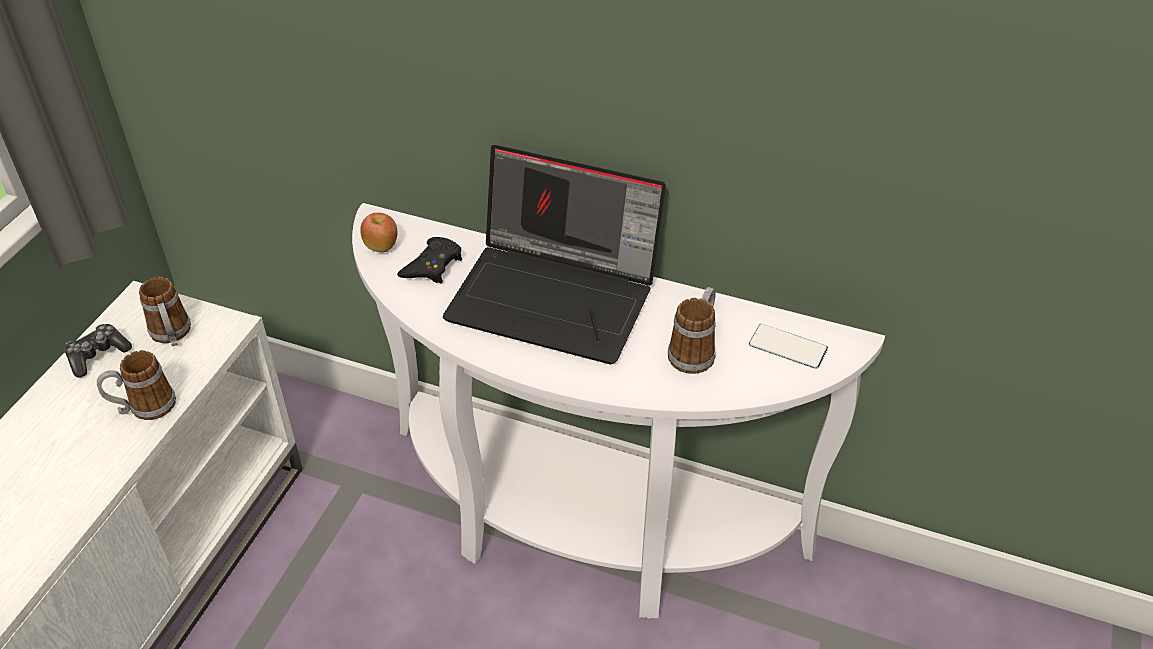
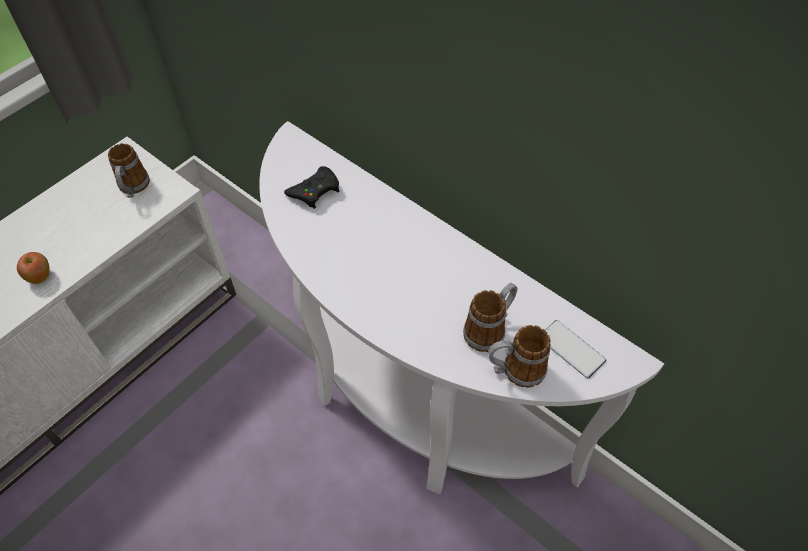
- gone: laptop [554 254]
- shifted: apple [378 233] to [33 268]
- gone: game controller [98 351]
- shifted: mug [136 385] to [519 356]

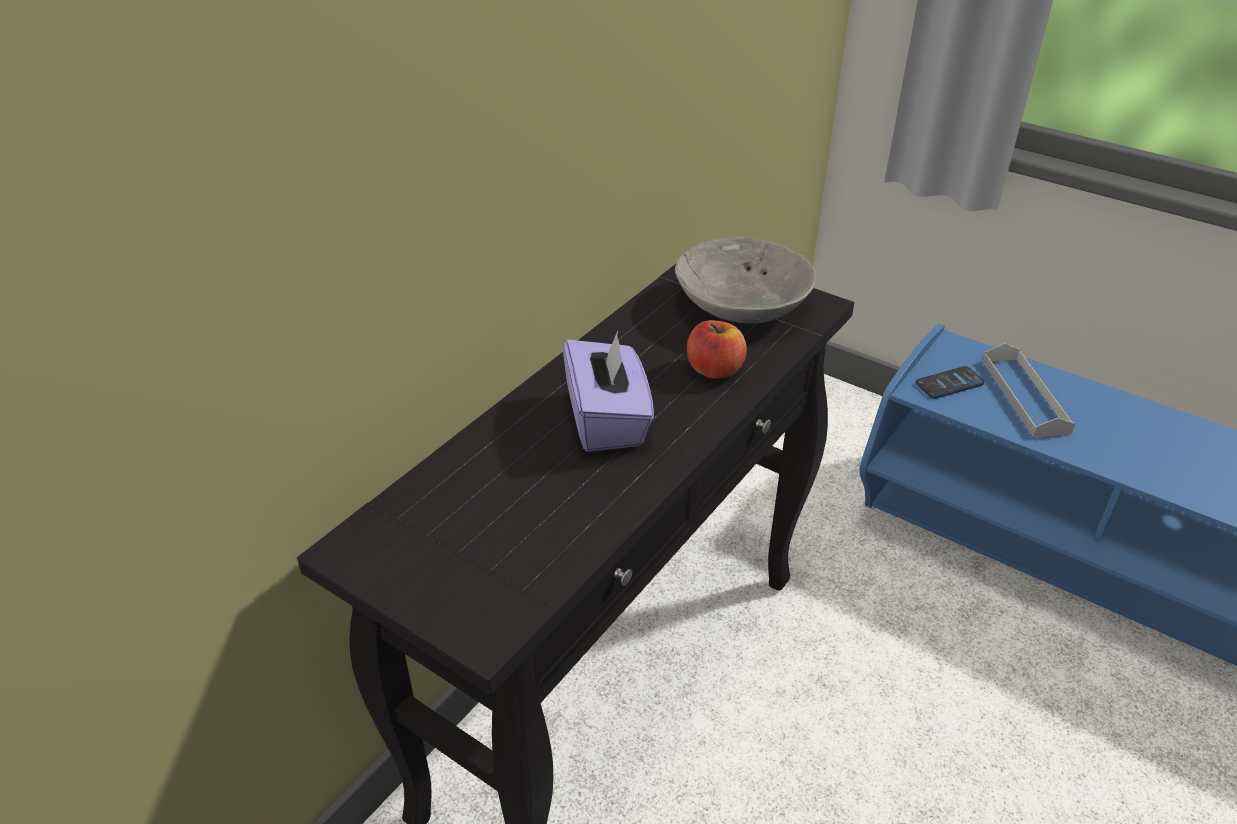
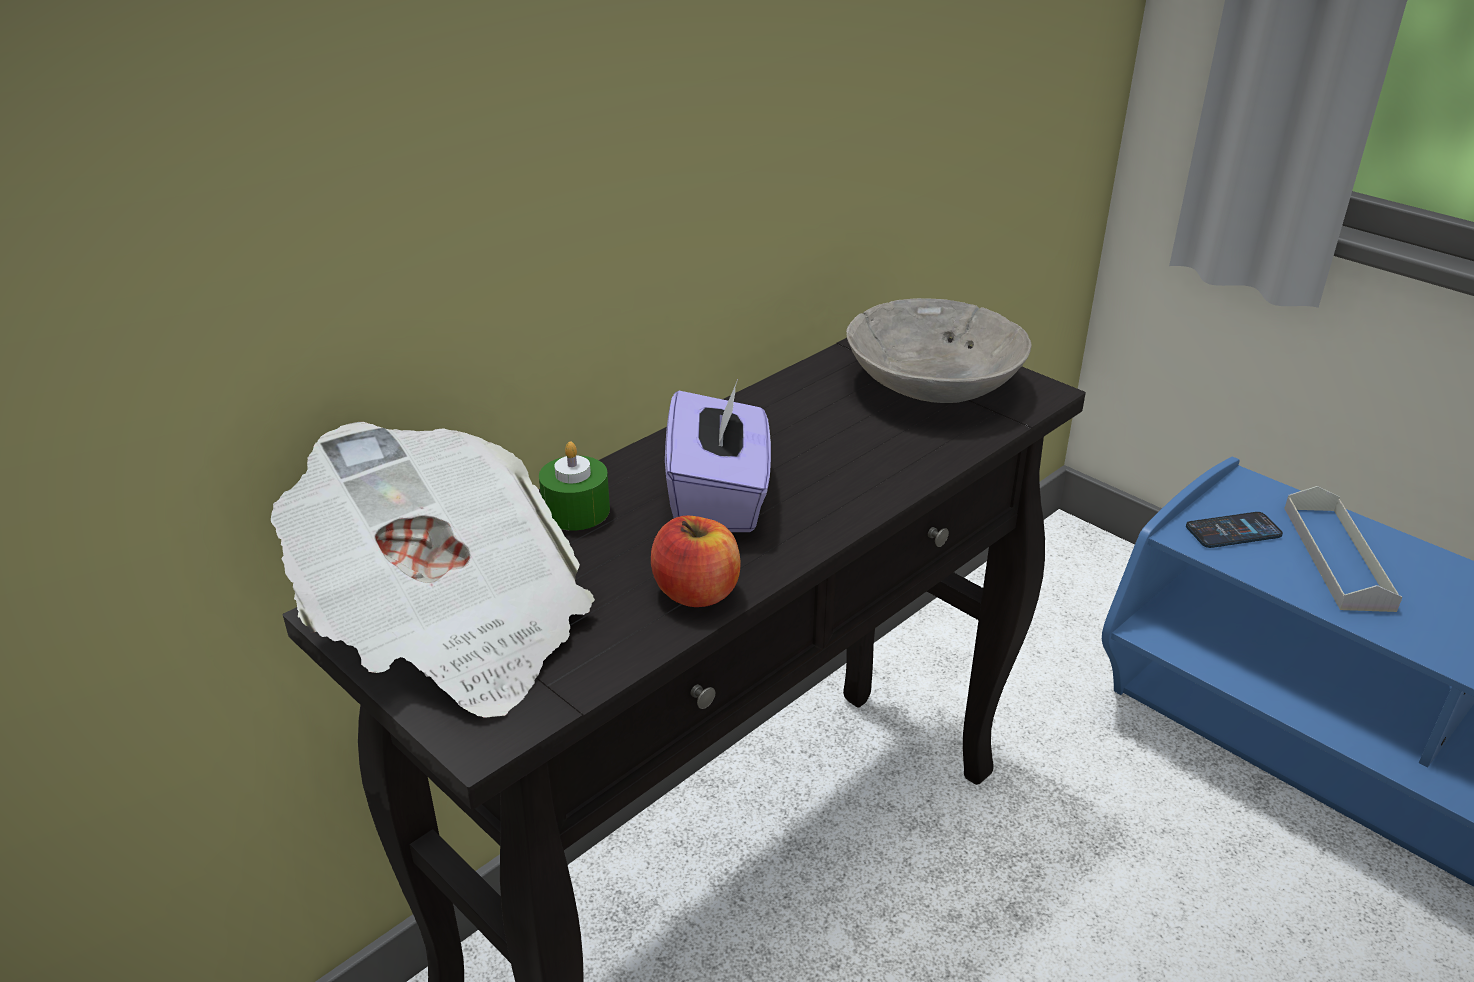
- shifted: apple [717 349] to [695 561]
- new: newspaper [433 570]
- new: candle (green) [574 486]

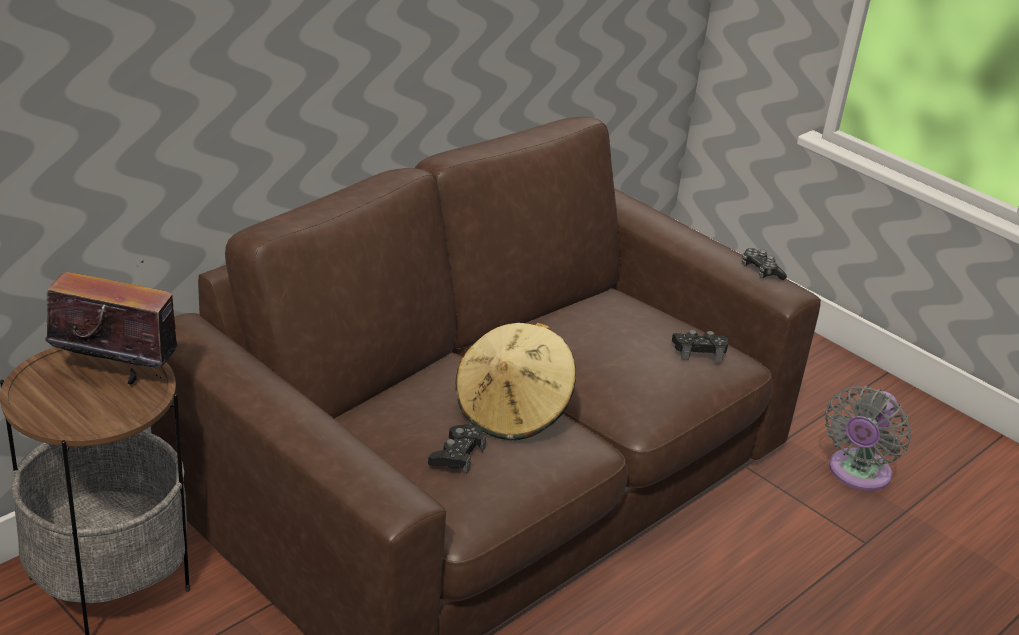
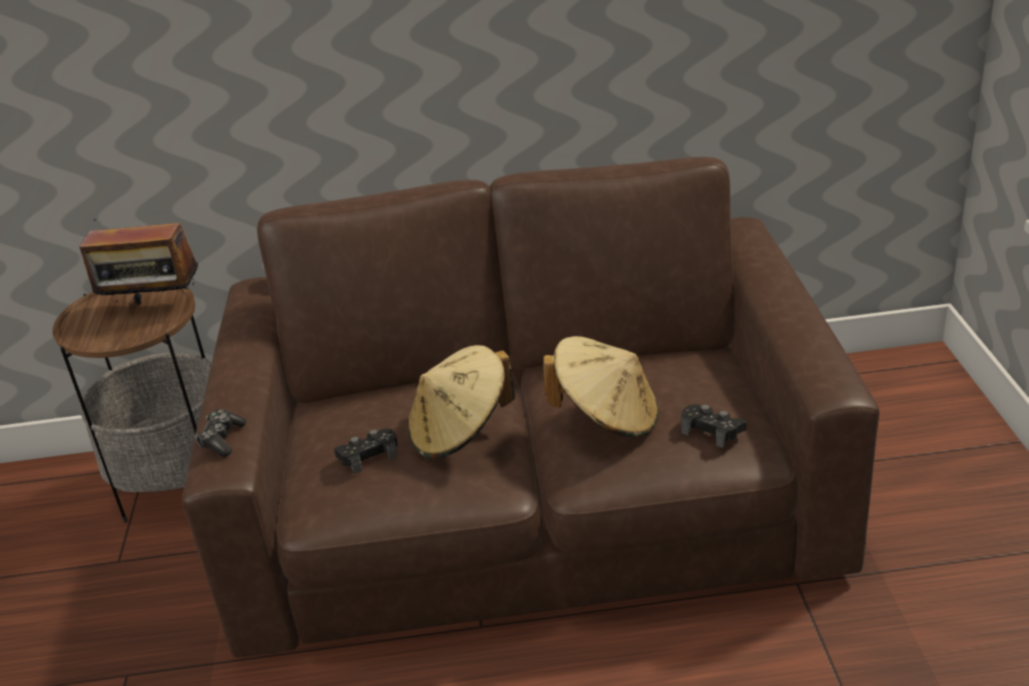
- shifted: game controller [764 264] to [221 433]
- rotated: radio [111 323] = [138 257] 135 degrees clockwise
- gone: fan (grey) [868 438]
- new: hat (beige) [601 386]

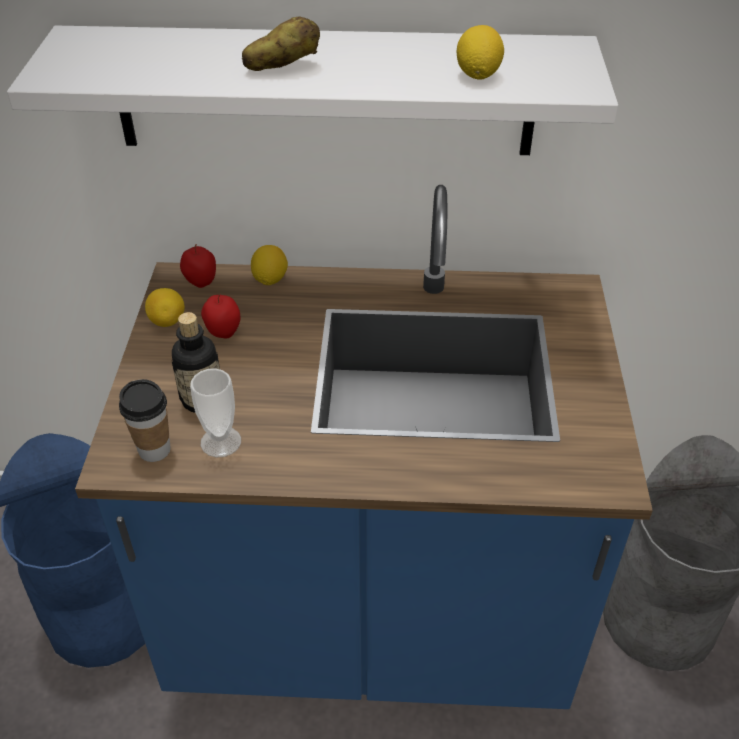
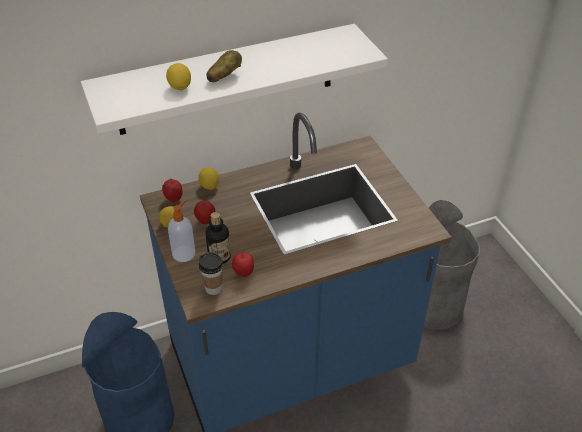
- shifted: lemon [480 52] to [178 76]
- swapped: cup [215 412] to apple [243 264]
- new: soap dispenser [181 230]

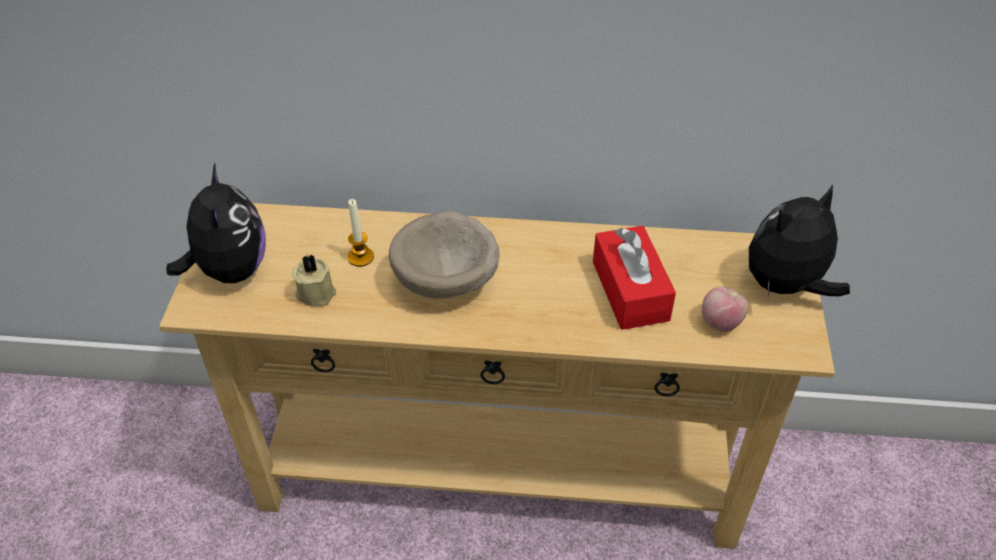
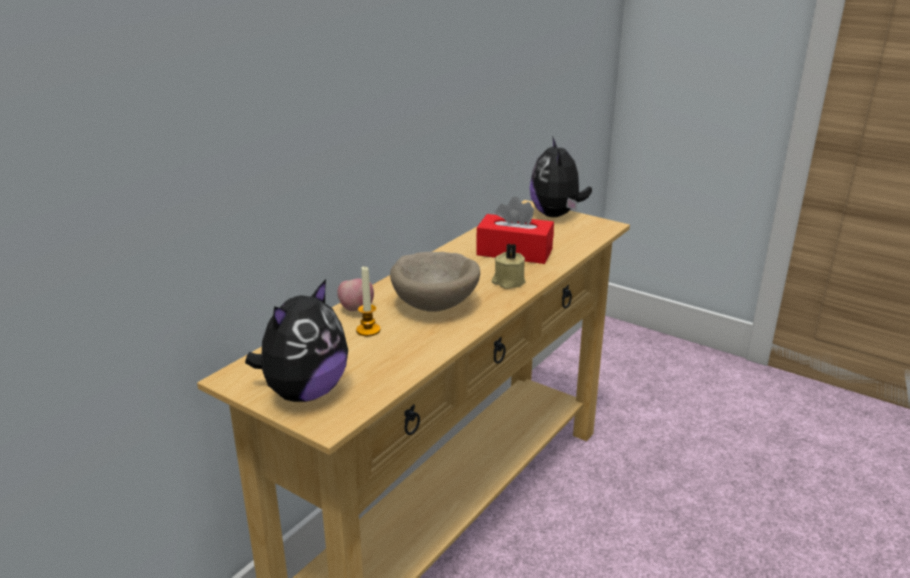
- rotated: plush toy [216 223] = [296 340] 105 degrees clockwise
- shifted: candle (beige) [314 280] to [508 266]
- shifted: apple [725 309] to [355 295]

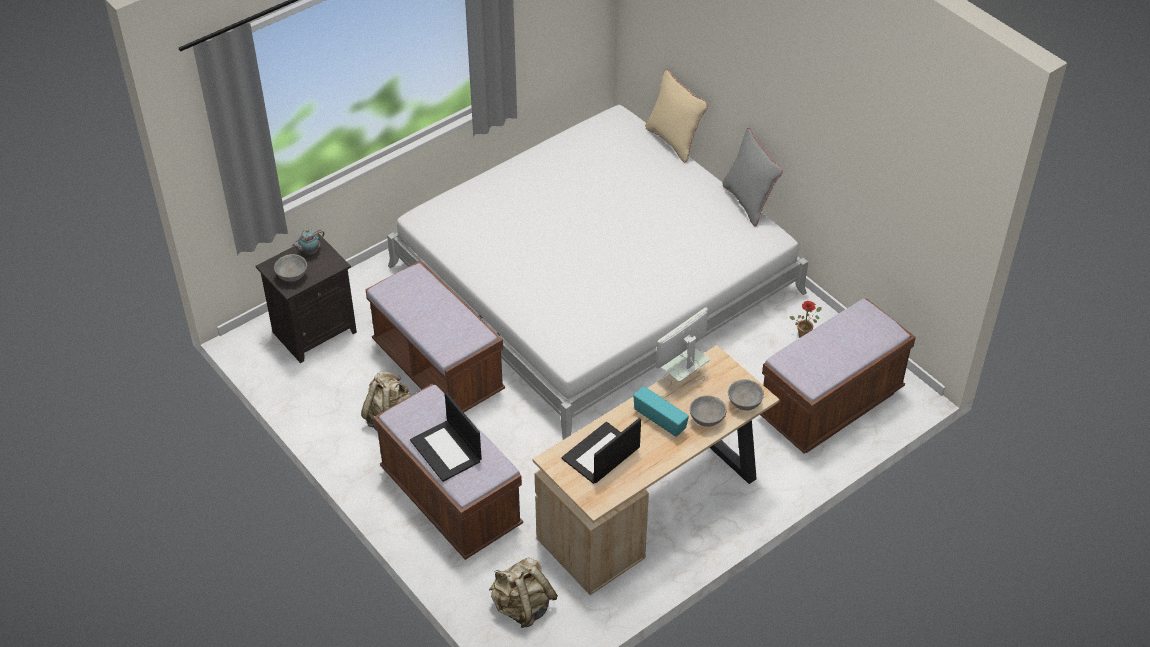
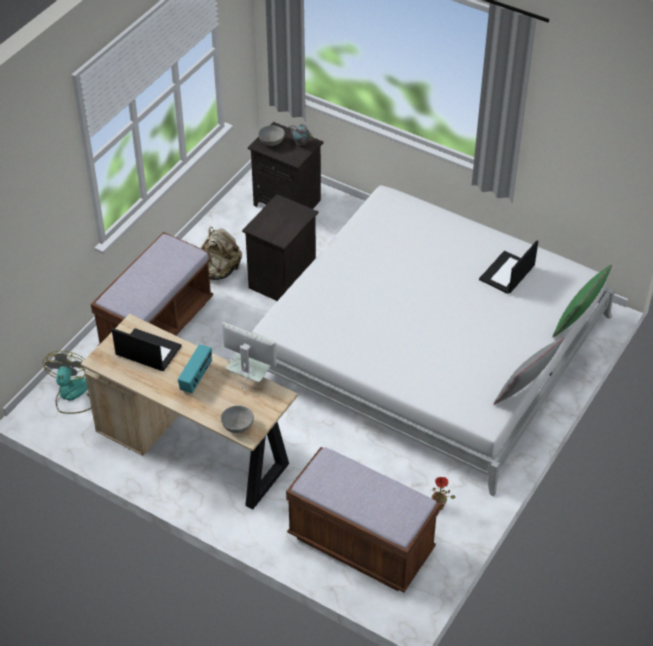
- repainted: pillow (beige) [676 116] to pillow (green) [582 301]
- swapped: bench (brown) [435 336] to nightstand (black) [280 247]
- shifted: laptop [446 437] to [508 267]
- gone: bowl (grey) [708 411]
- swapped: backpack (beige) [523 592] to fan [67 382]

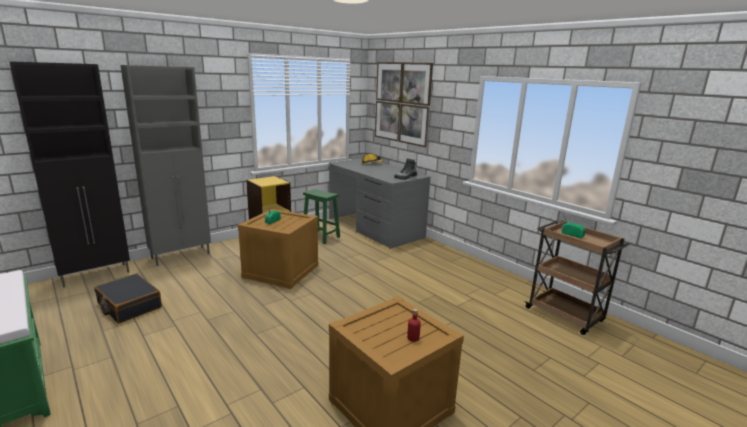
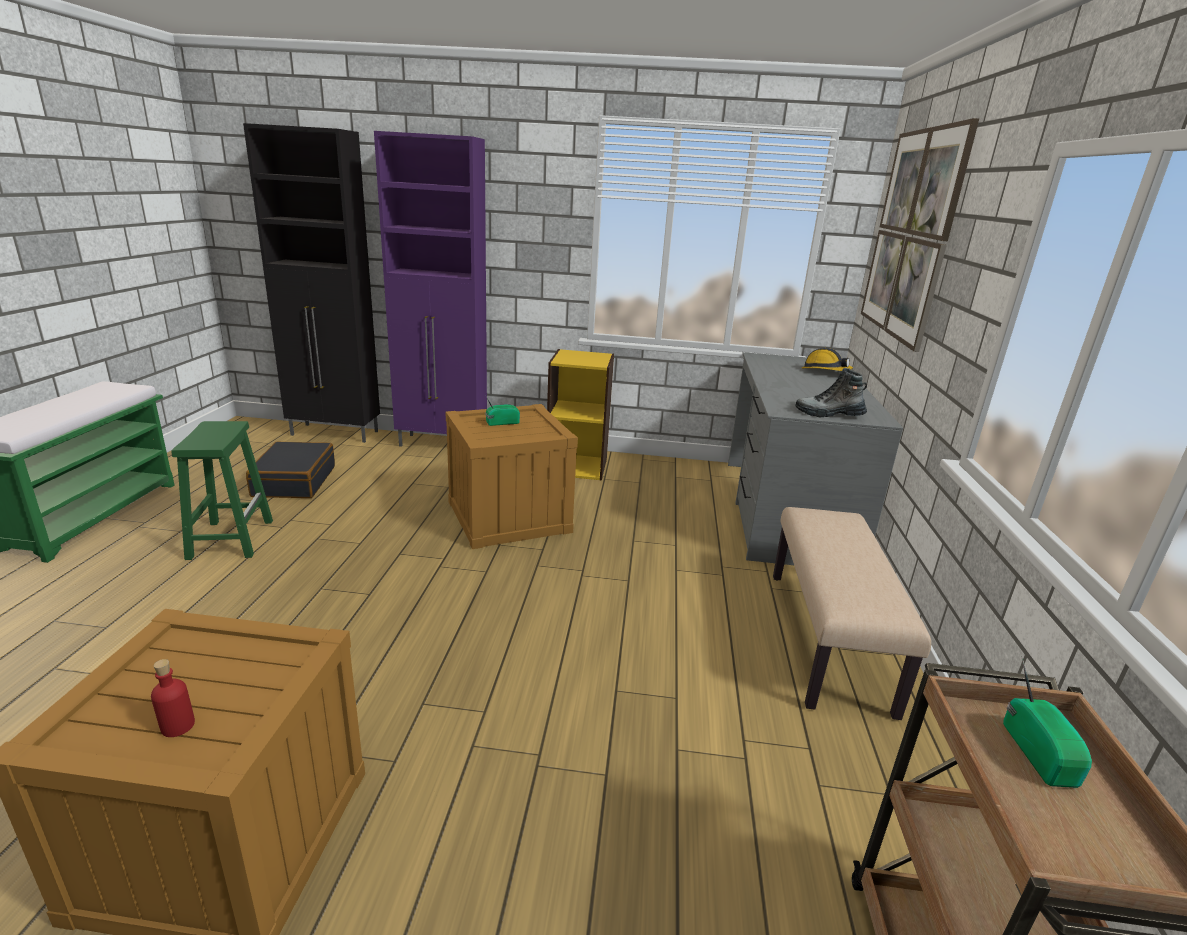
- repainted: cabinet (grey) [165 165] to cabinet (purple) [430 289]
- shifted: stool (green) [321 216] to [222 490]
- new: bench (beige) [852 613]

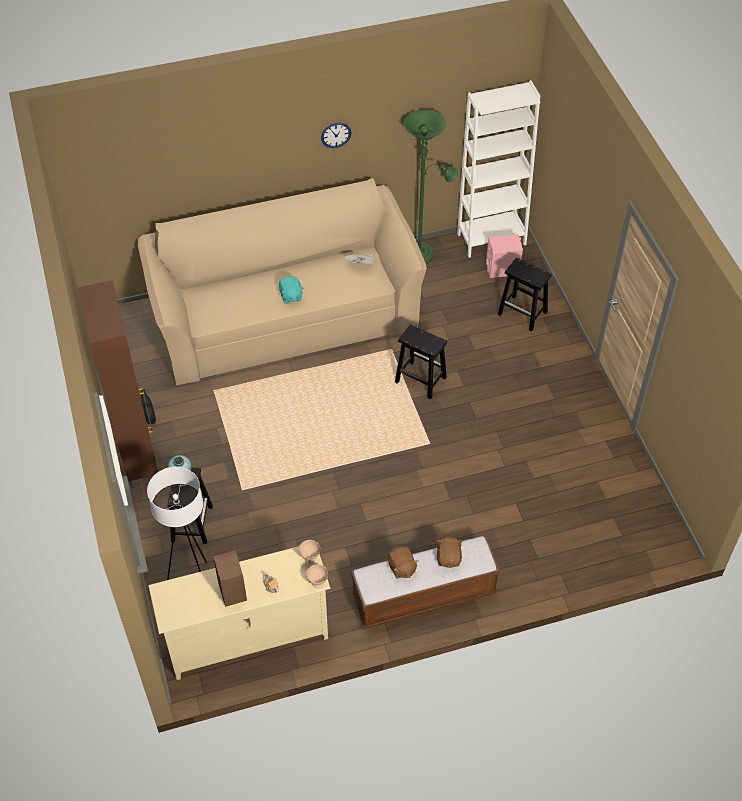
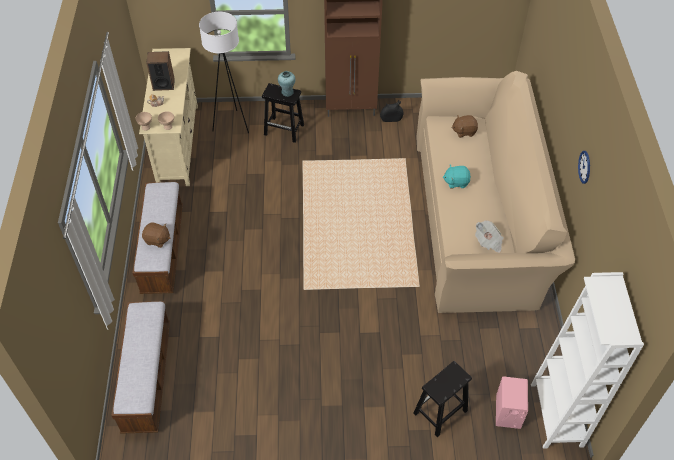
- gone: floor lamp (green) [431 186]
- gone: stool (black) [421 362]
- shifted: plush toy (brown) [402 562] to [464 126]
- new: bench [140 367]

